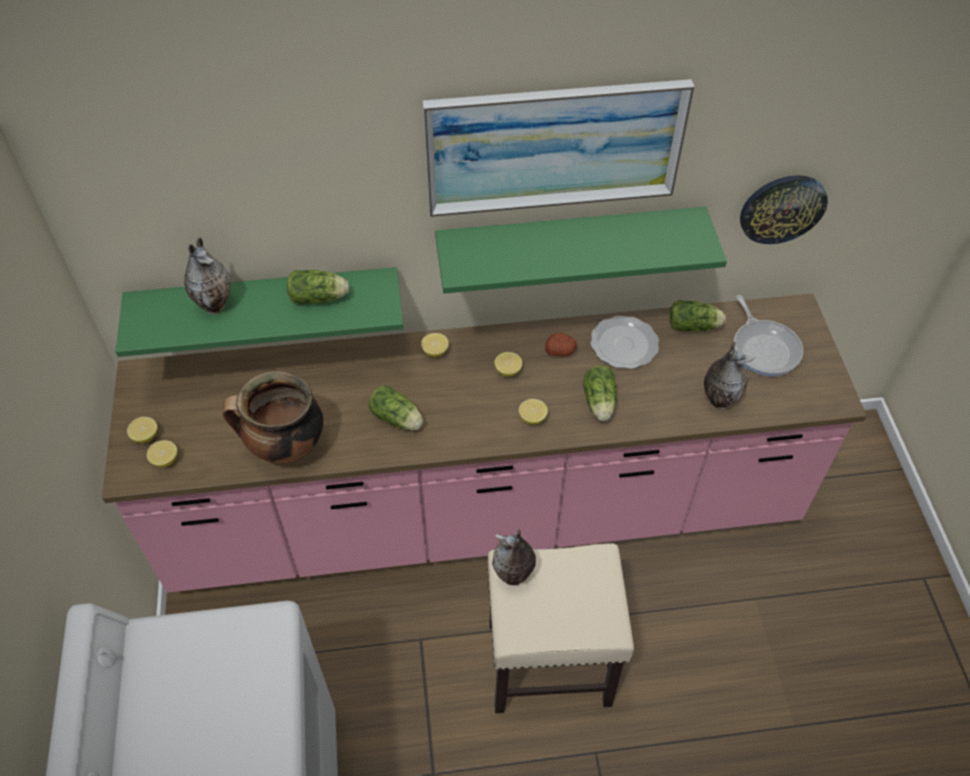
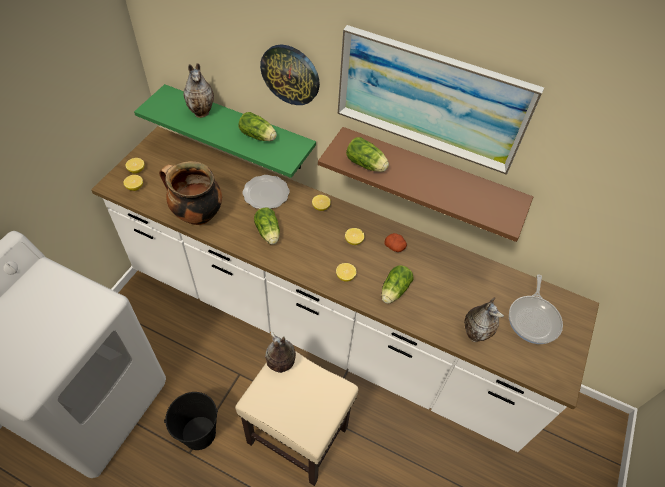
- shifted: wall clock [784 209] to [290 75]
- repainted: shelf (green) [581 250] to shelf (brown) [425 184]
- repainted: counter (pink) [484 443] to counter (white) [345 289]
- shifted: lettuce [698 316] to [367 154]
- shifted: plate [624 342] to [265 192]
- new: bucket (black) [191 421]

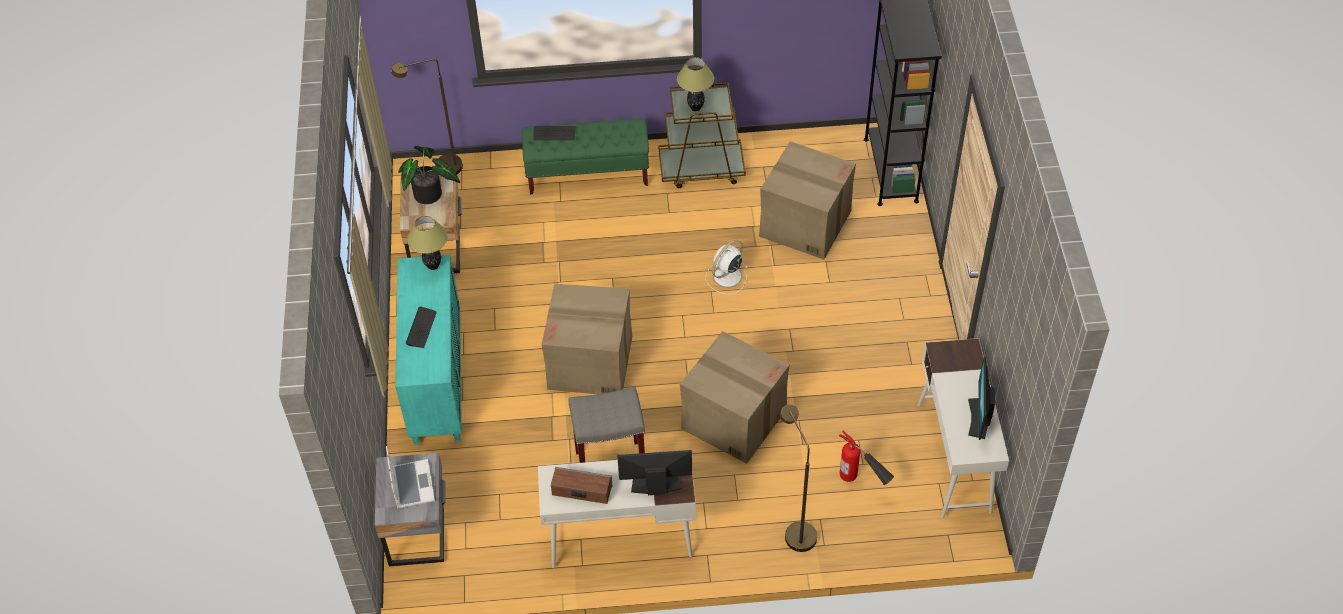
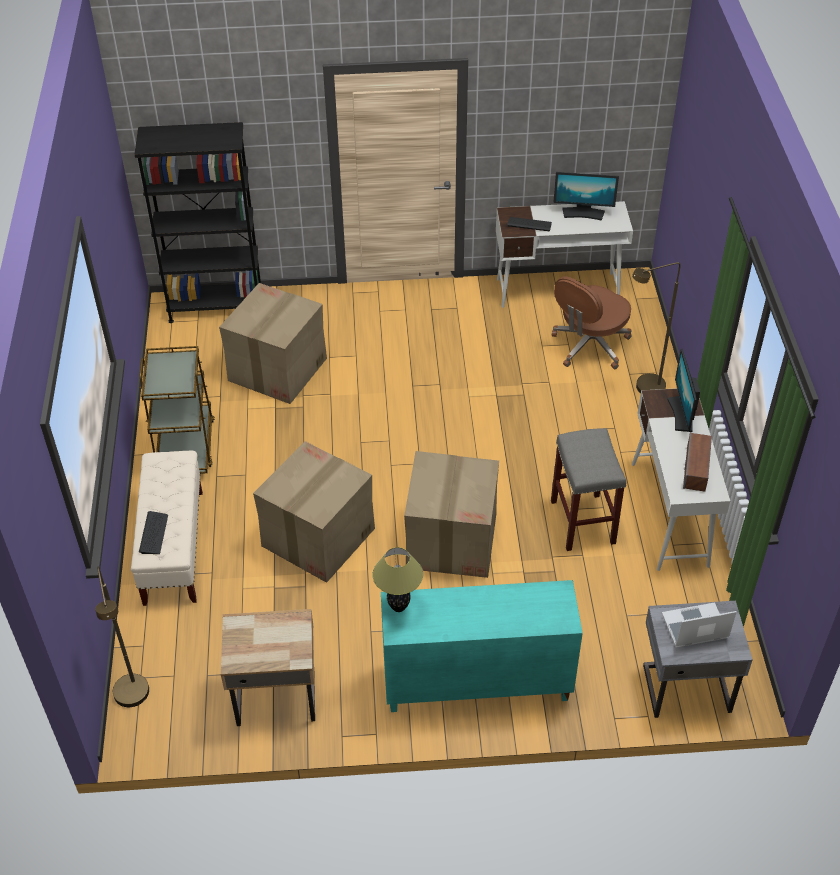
- gone: table lamp [695 84]
- repainted: bench (green) [585 156] to bench (beige) [167 528]
- gone: potted plant [429 175]
- gone: fan (white) [727 267]
- shifted: keyboard [421 327] to [529 224]
- shifted: cardboard box [735 397] to [314 512]
- swapped: fire extinguisher [866 458] to office chair (brown) [592 322]

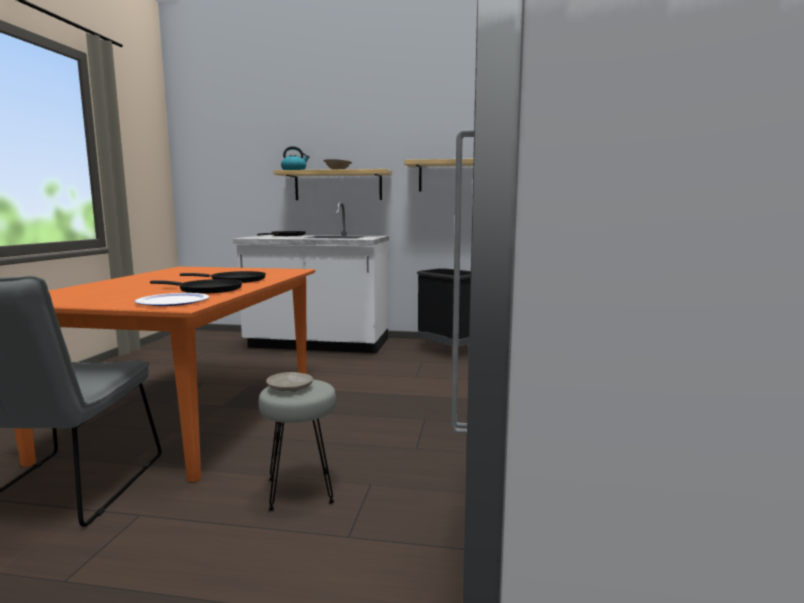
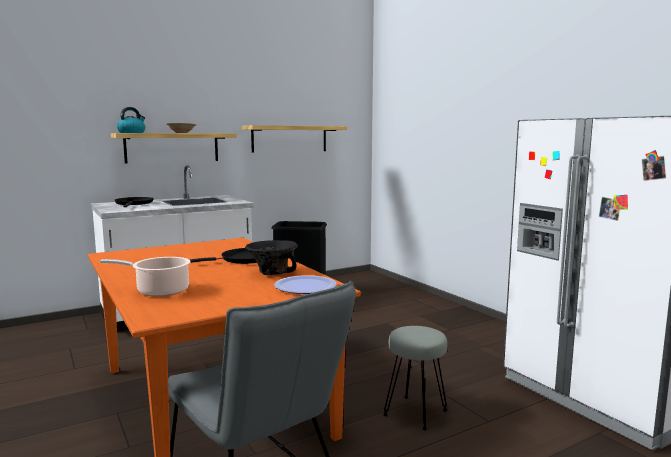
- swapped: frying pan (black) [196 286] to bowl (black) [271 257]
- gone: plate (beige) [289 382]
- new: cooking pot [145 277]

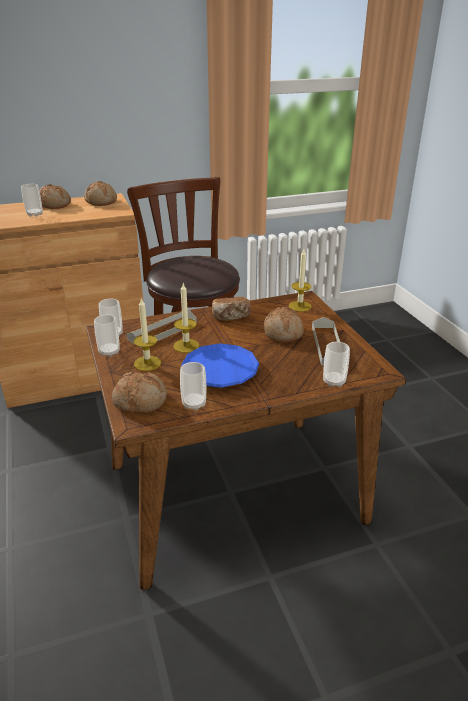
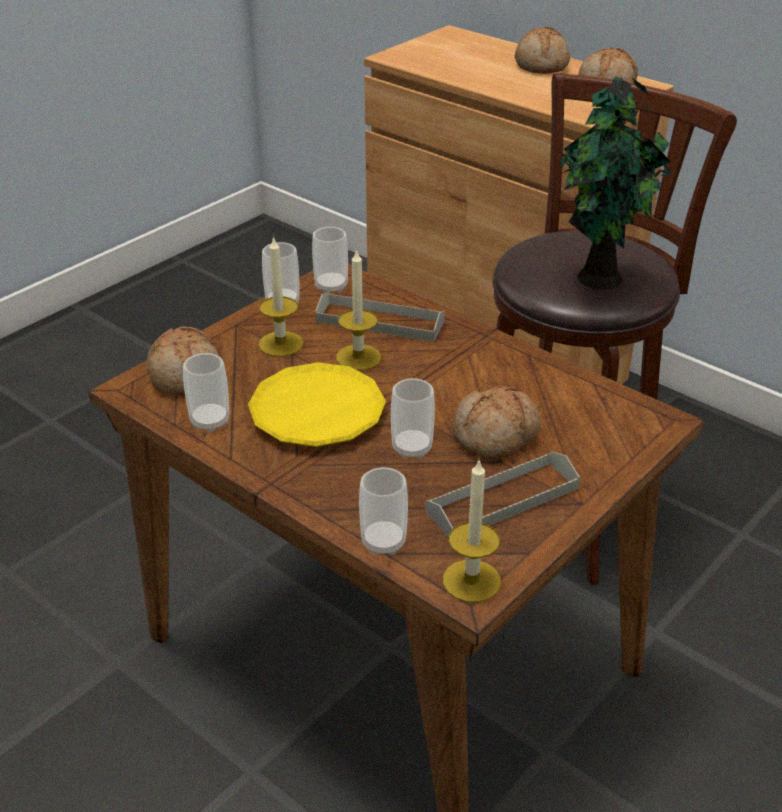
- shifted: cup [32 200] to [413 418]
- shifted: candle [300 280] to [472 532]
- gone: bread [231 308]
- repainted: plate (blue) [220 365] to plate (yellow) [317 404]
- new: potted plant [616 183]

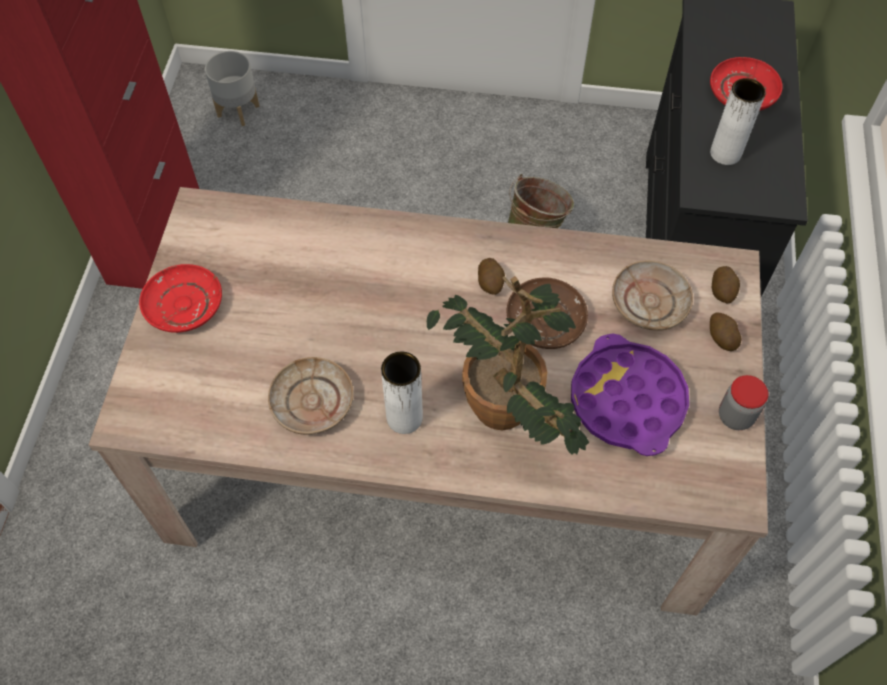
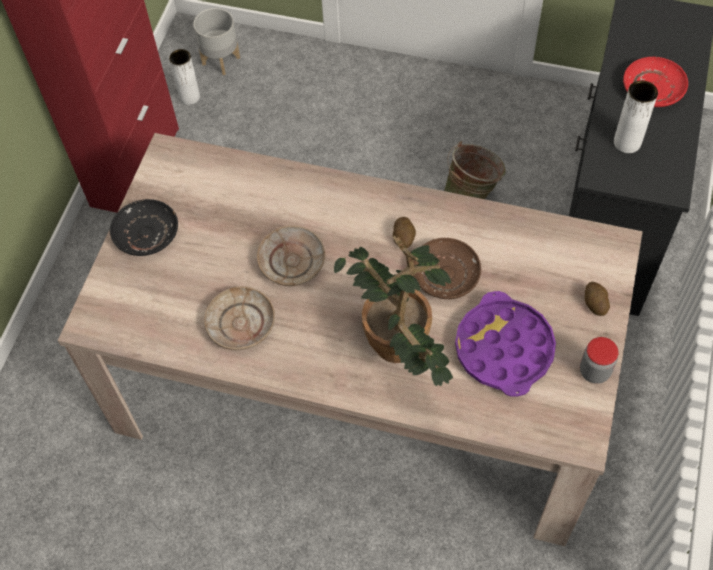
- shifted: plate (beige) [652 295] to [291 256]
- repainted: plate (red) [180 298] to plate (black) [144 227]
- gone: potato [726 285]
- shifted: vase (white) [402 393] to [184 77]

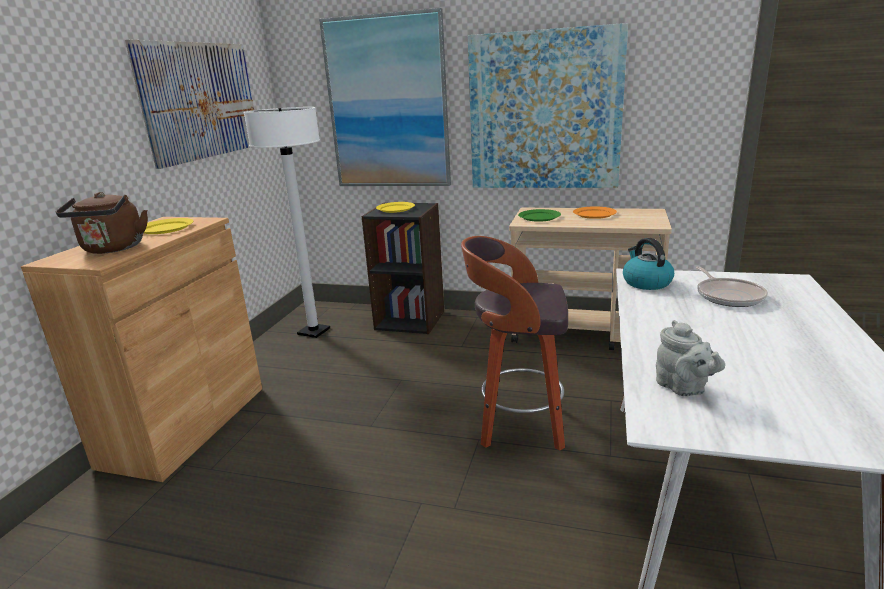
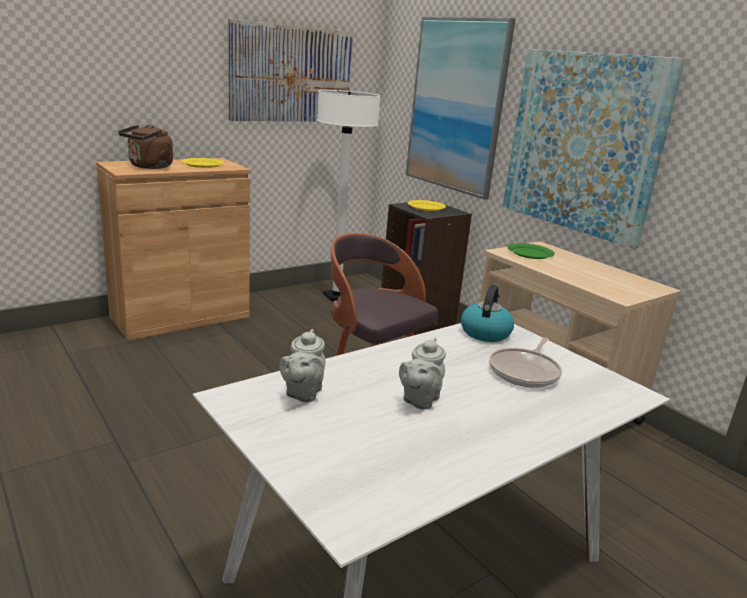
- gone: plate (orange) [595 212]
- new: teapot (grey) [422 374]

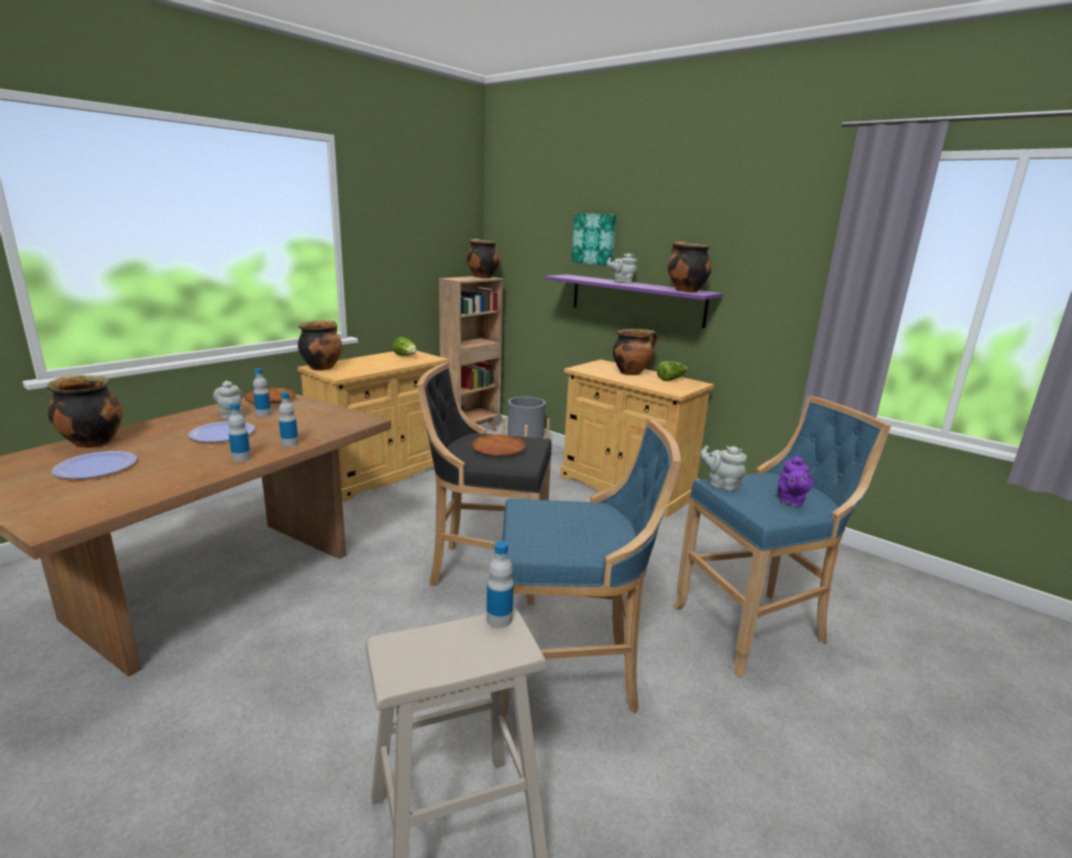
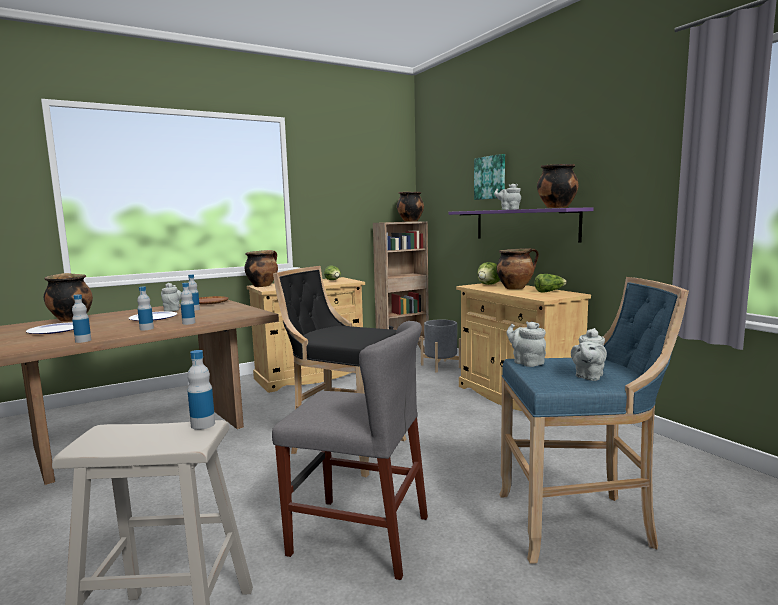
- swapped: stool (blue) [591 570] to chair (grey) [350 450]
- gone: plate (brown) [499 445]
- repainted: teapot (purple) [795 481] to teapot (grey) [589 354]
- new: lettuce [488 273]
- new: bottle [81 318]

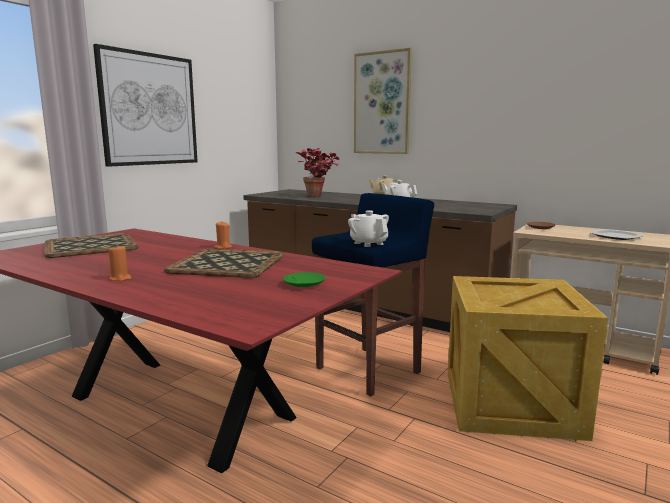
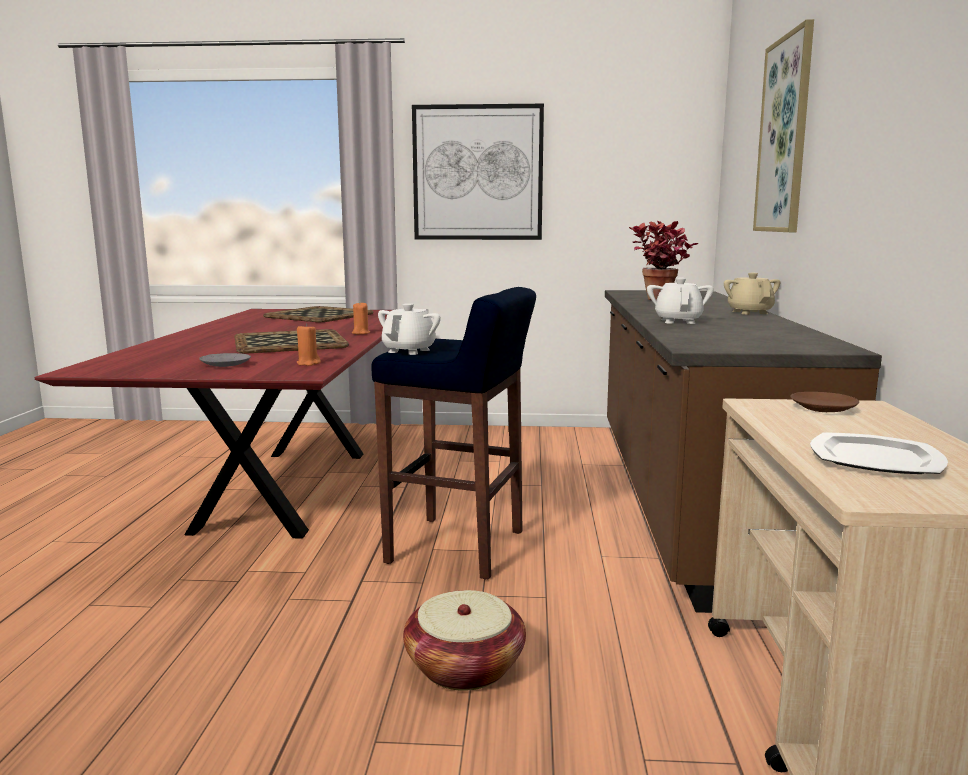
- shifted: candle (orange) [120 263] to [308 344]
- repainted: plate (green) [304 279] to plate (grey) [225 360]
- swapped: crate [528 358] to basket [464 640]

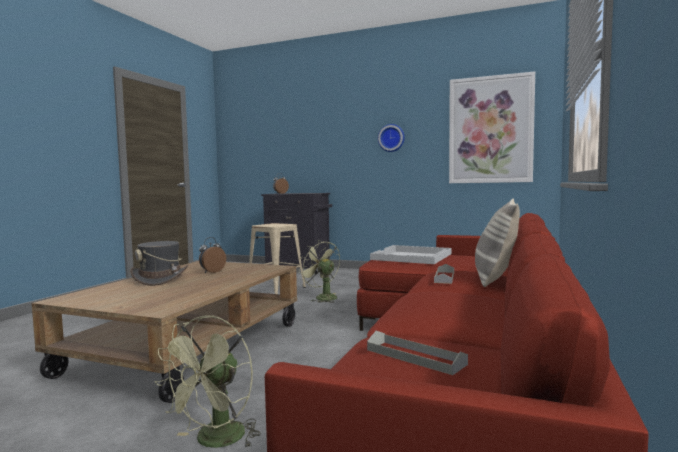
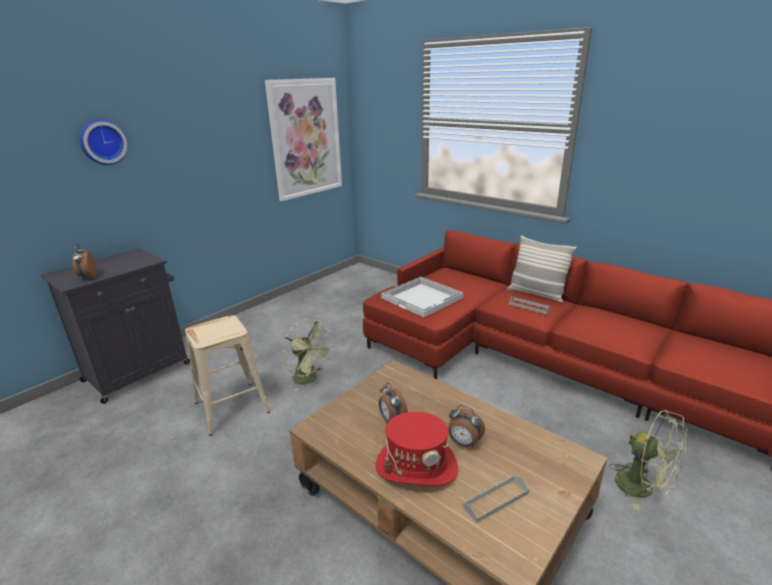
- shifted: wall clock [391 138] to [104 142]
- rotated: fan (green) [319 271] = [308 355] 120 degrees counterclockwise
- repainted: hat (grey) [159 263] to hat (red) [416 449]
- shifted: tray (grey) [417 353] to [496 499]
- new: alarm clock [466 426]

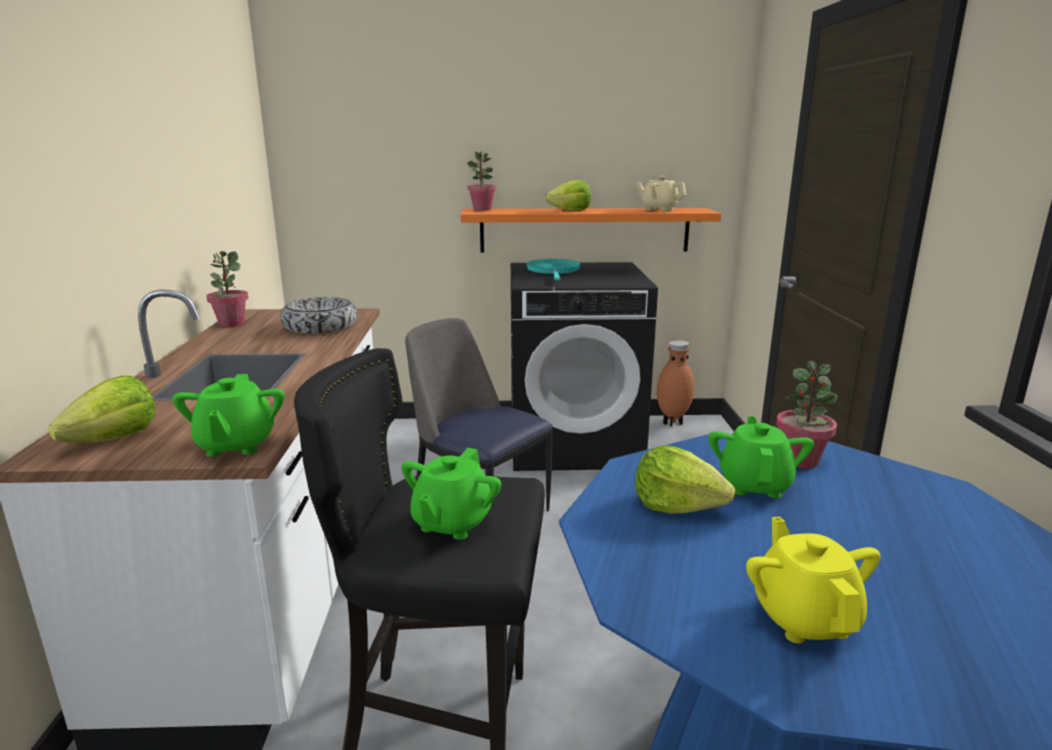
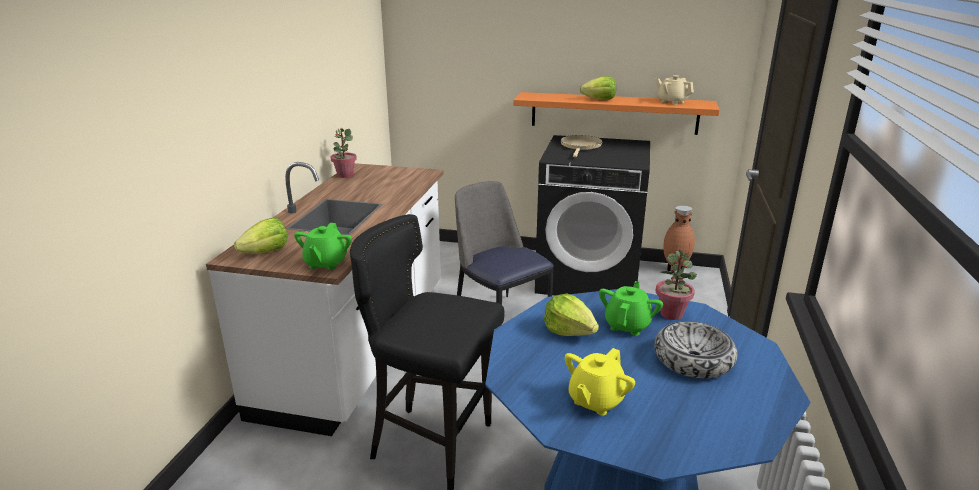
- gone: potted plant [482 181]
- repainted: frying pan (turquoise) [553 269] to frying pan (beige) [582 146]
- shifted: bowl [318 315] to [695 349]
- gone: teapot (green) [451 494]
- rotated: teapot (yellow) [813 580] = [600 382] 150 degrees counterclockwise

